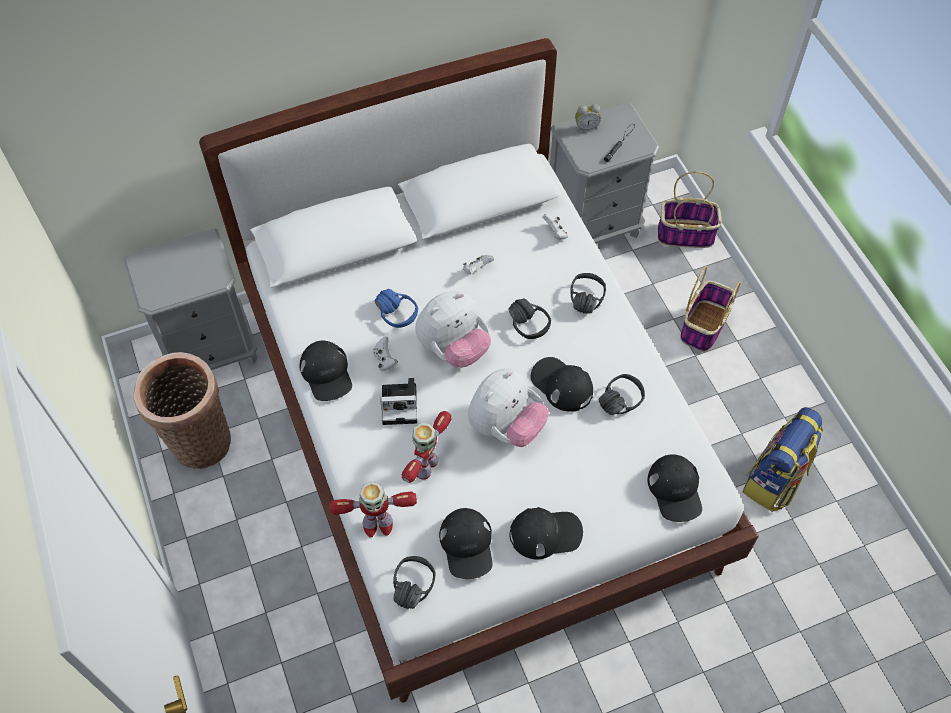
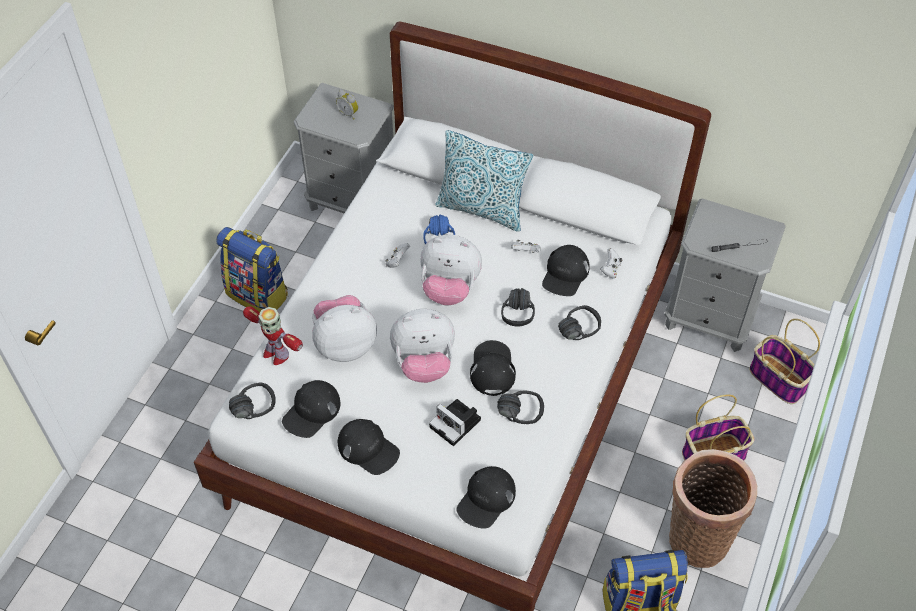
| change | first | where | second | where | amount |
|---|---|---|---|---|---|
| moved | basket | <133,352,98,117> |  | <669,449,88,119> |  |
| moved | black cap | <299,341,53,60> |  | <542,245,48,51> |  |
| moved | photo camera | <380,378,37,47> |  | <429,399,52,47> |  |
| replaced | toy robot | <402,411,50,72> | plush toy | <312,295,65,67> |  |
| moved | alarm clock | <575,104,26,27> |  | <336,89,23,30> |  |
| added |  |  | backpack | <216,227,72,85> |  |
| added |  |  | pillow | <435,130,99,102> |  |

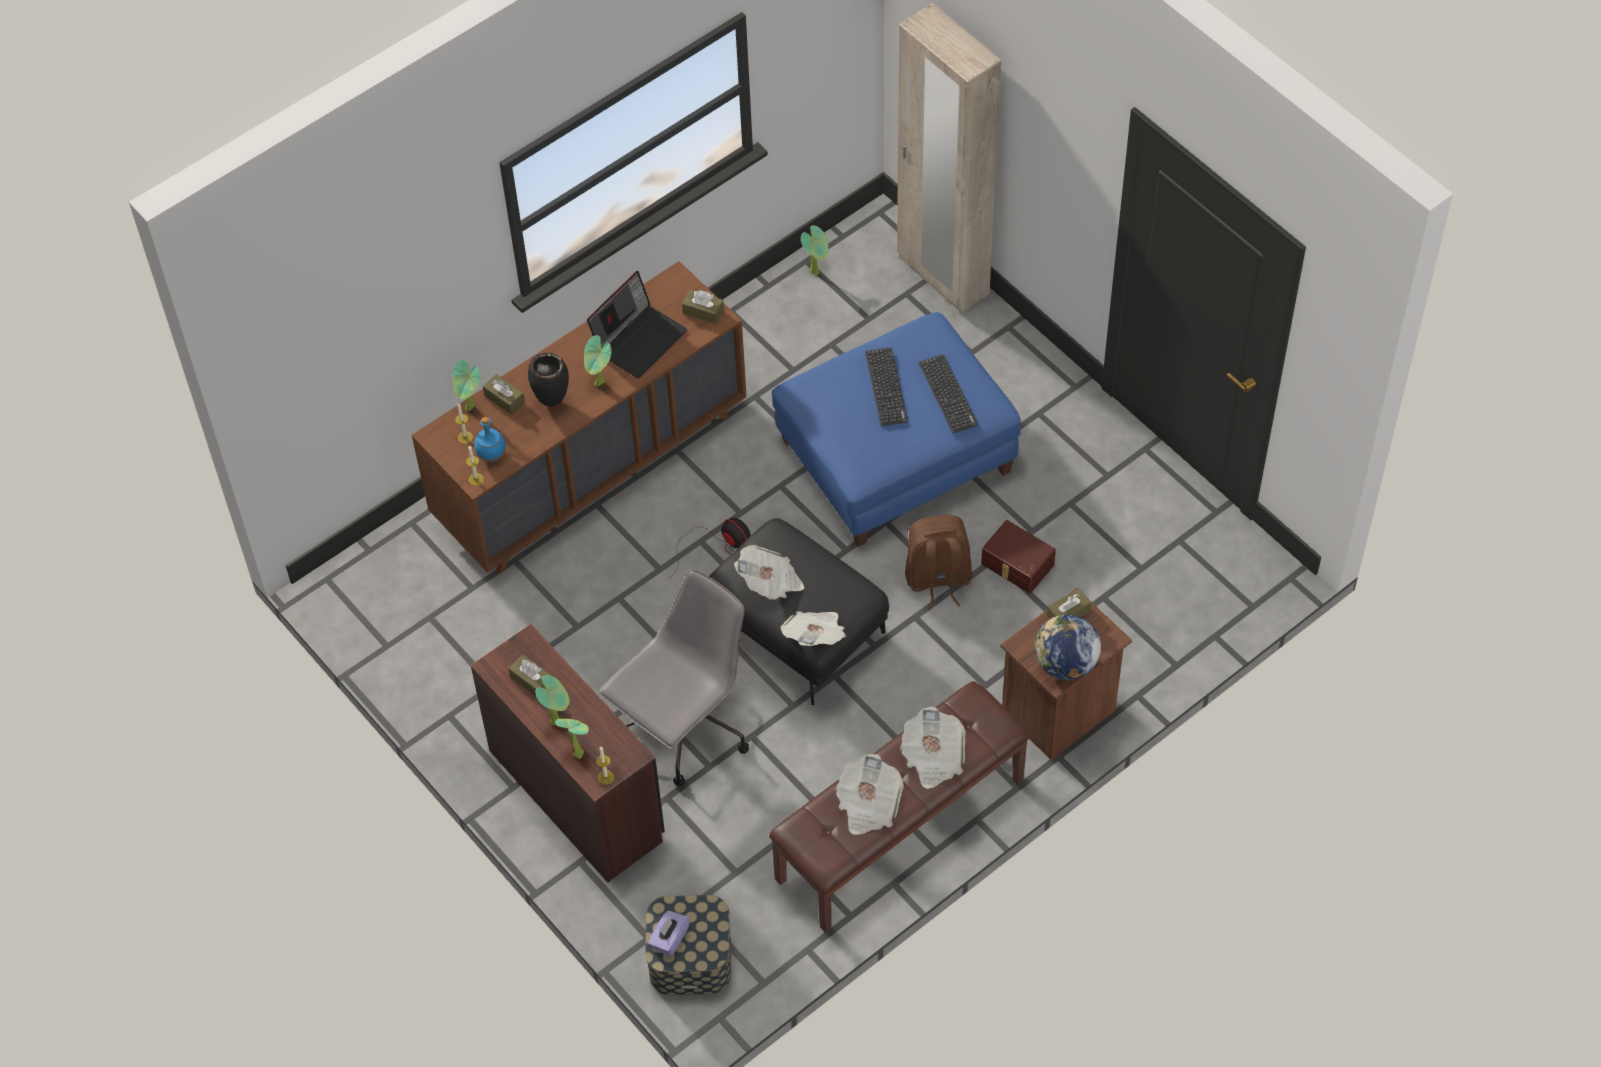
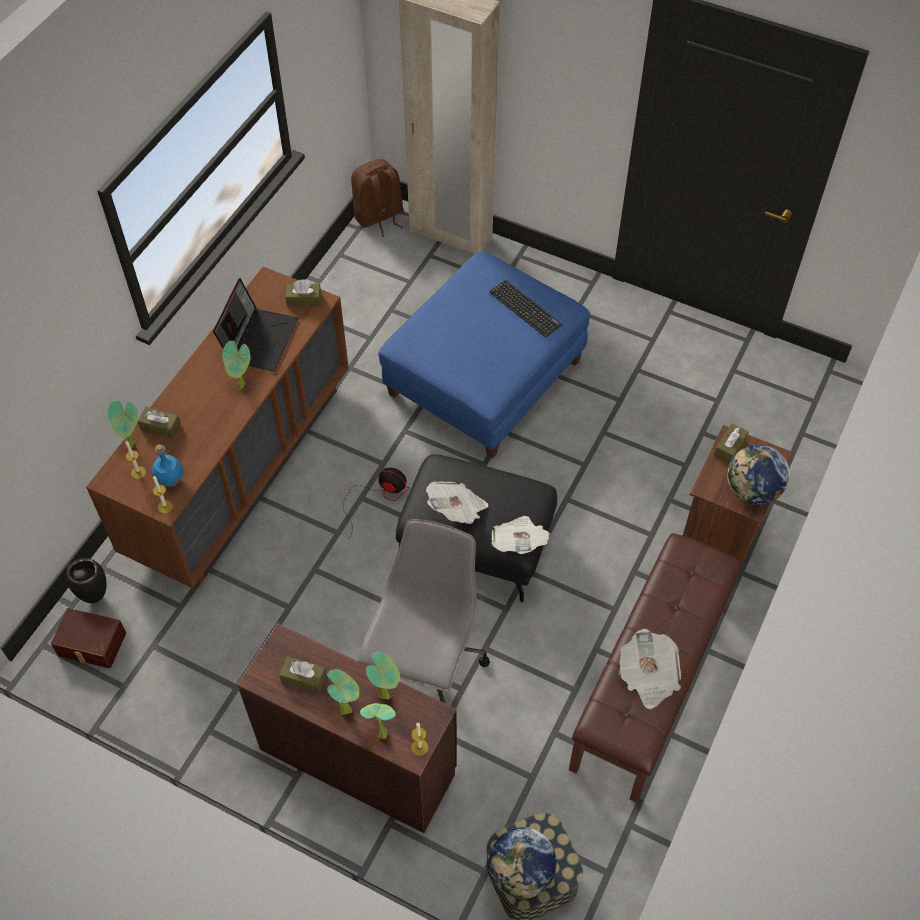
| change | first | where | second | where | amount |
|---|---|---|---|---|---|
| moved | black vase | <528,353,41,54> |  | <66,558,41,45> |  |
| replaced | purple tissue box | <648,910,42,47> | globe | <489,827,68,72> |  |
| moved | potted plant | <801,226,28,49> |  | <366,652,34,48> |  |
| removed | keyboard | <865,347,43,79> |  |  |  |
| removed | newspaper | <900,707,66,82> |  |  |  |
| moved | brown backpack | <905,515,67,95> |  | <351,159,53,78> |  |
| moved | brown storage box | <981,520,75,73> |  | <51,608,75,60> |  |

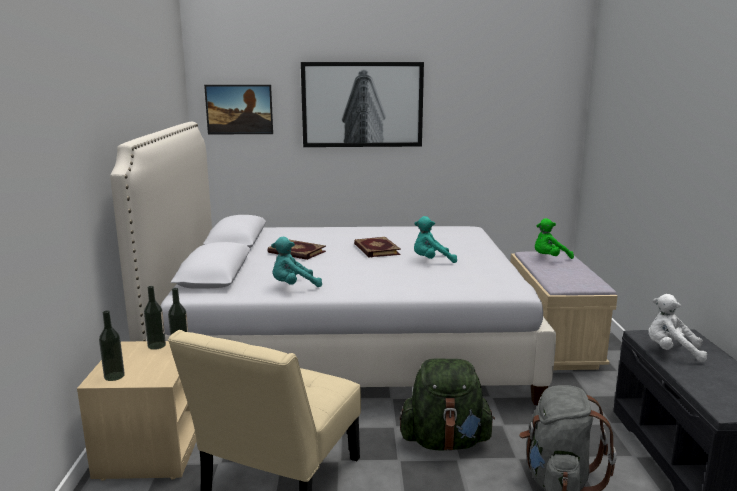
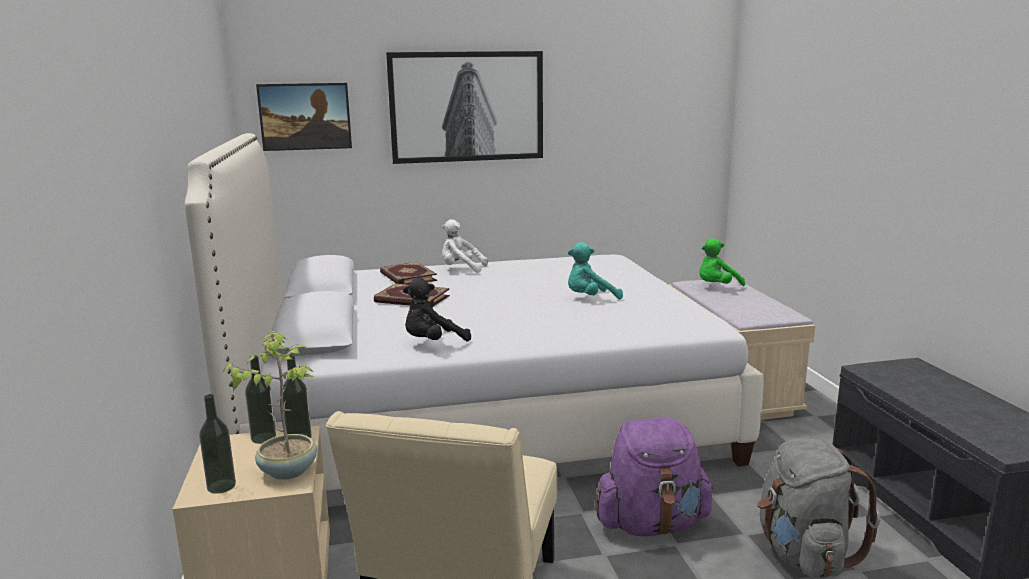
| change | first | where | second | where | amount |
|---|---|---|---|---|---|
| recoloured | turquoise plush toy | <271,237,51,50> | black plush toy | <403,278,68,63> |  |
| moved | book | <354,237,47,21> |  | <380,262,57,23> |  |
| recoloured | green backpack | <400,359,95,92> | purple backpack | <595,418,118,118> |  |
| moved | white plush toy | <649,294,58,68> |  | <442,219,46,54> |  |
| added |  |  | potted plant | <223,331,94,149> |  |

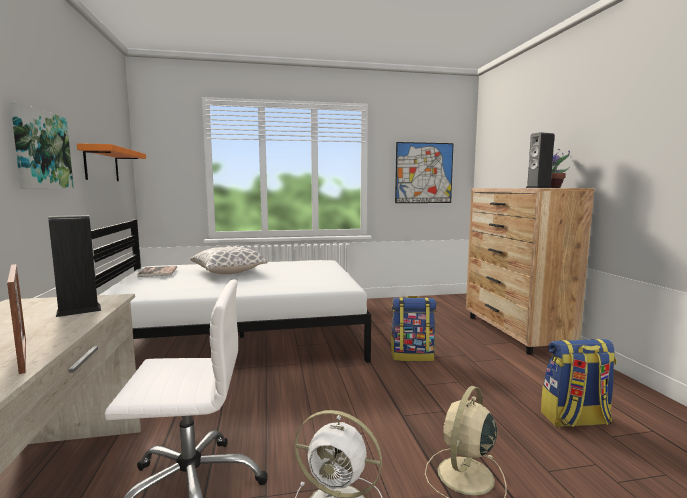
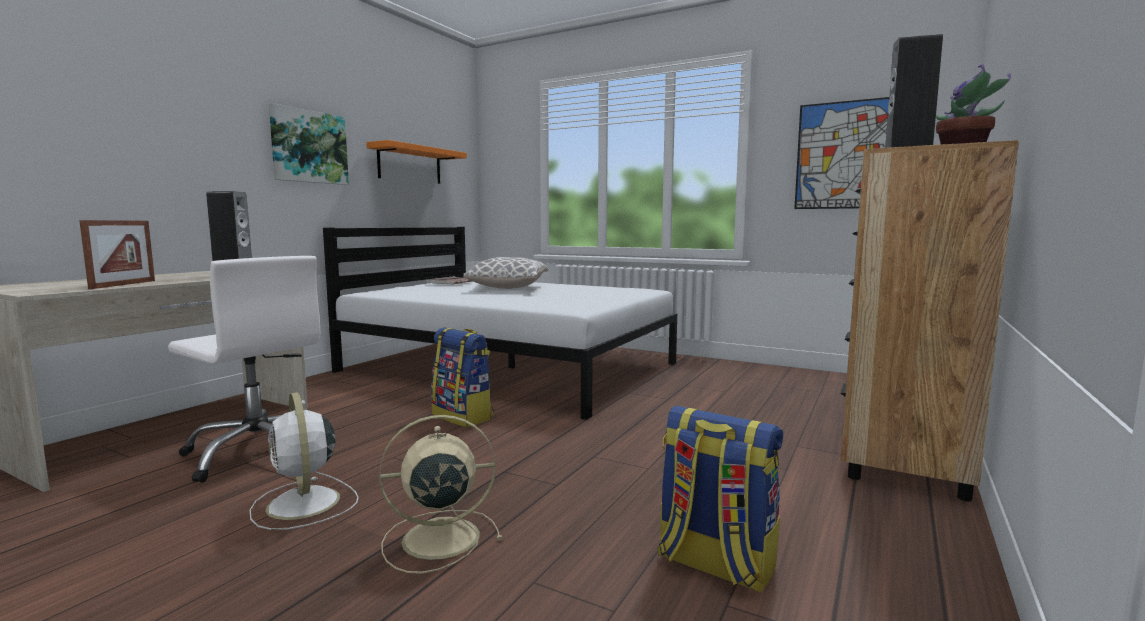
| change | first | where | second | where | amount |
|---|---|---|---|---|---|
| moved | backpack | <390,296,46,66> |  | <431,328,62,99> |  |

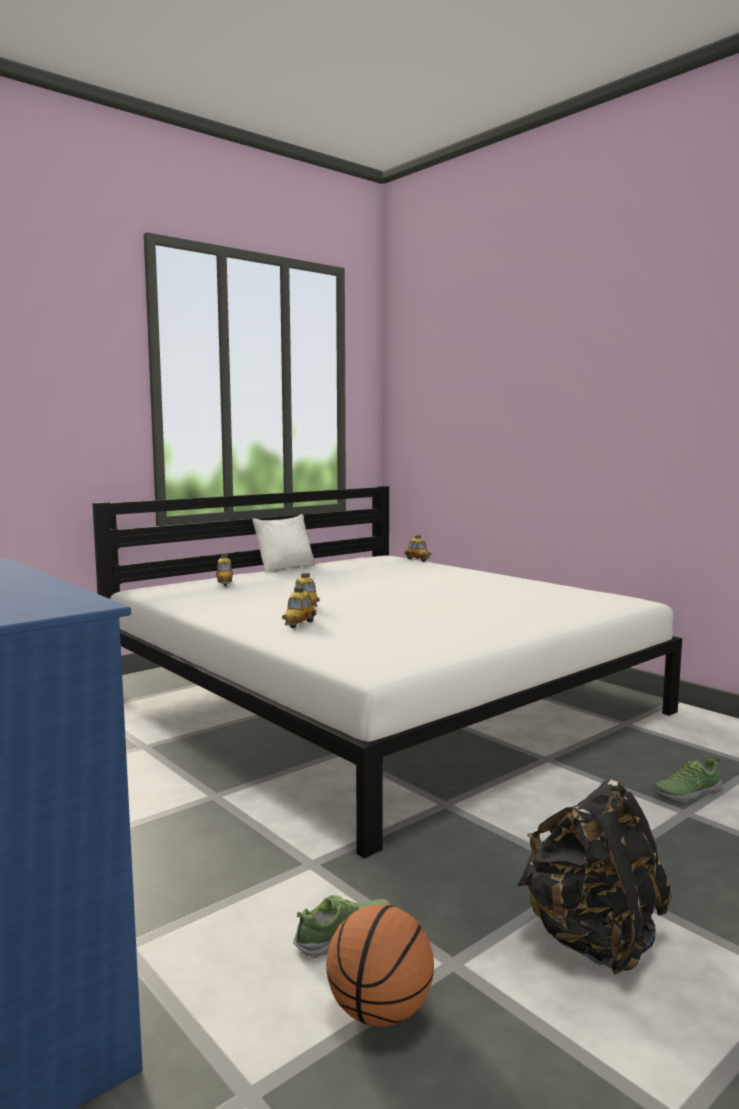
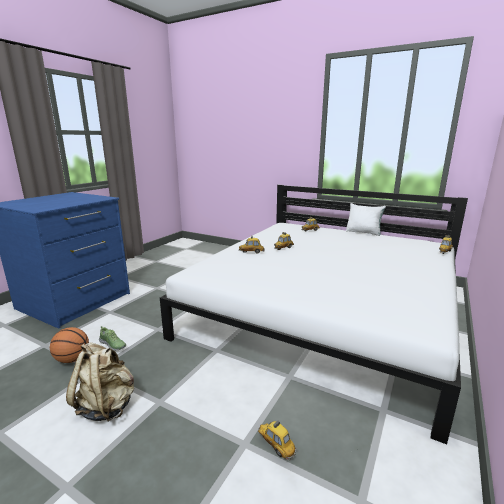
| change | first | where | second | where | amount |
|---|---|---|---|---|---|
| recoloured | black backpack | <518,779,154,196> | beige backpack | <66,342,68,80> |  |
| replaced | shoe | <654,758,69,44> | toy car | <258,420,38,41> |  |

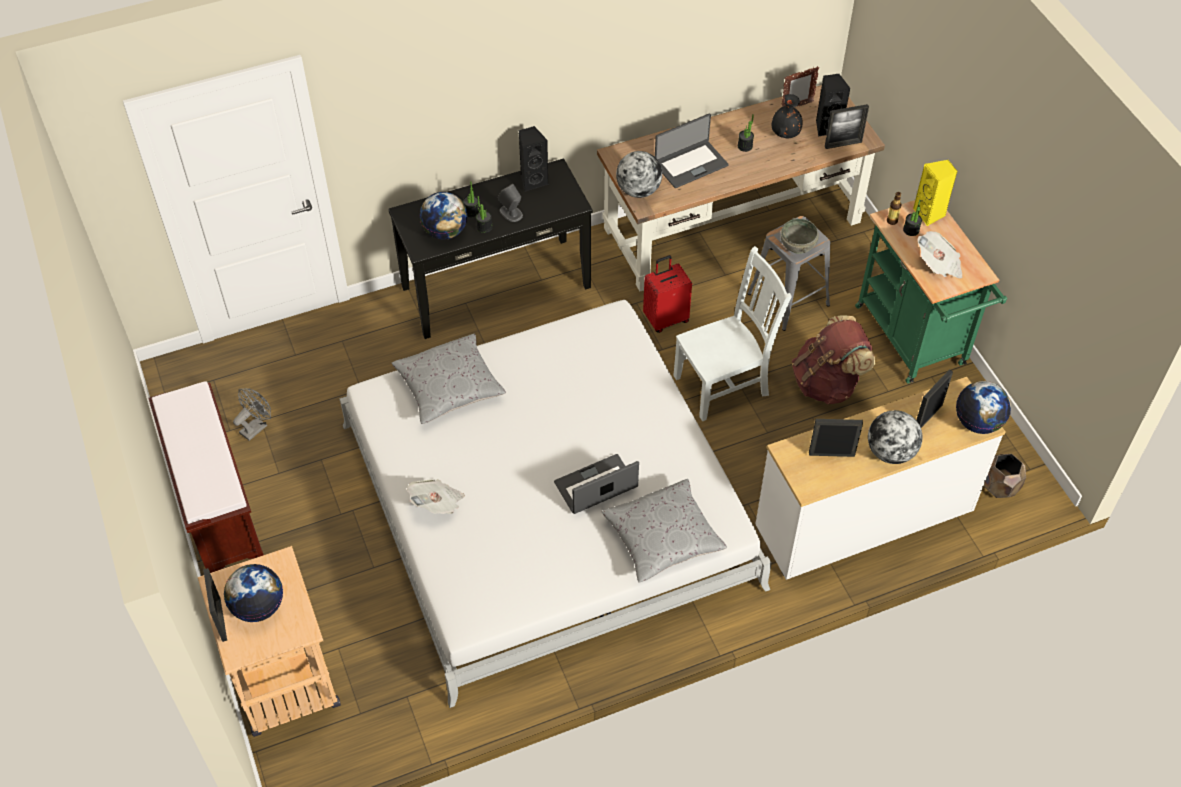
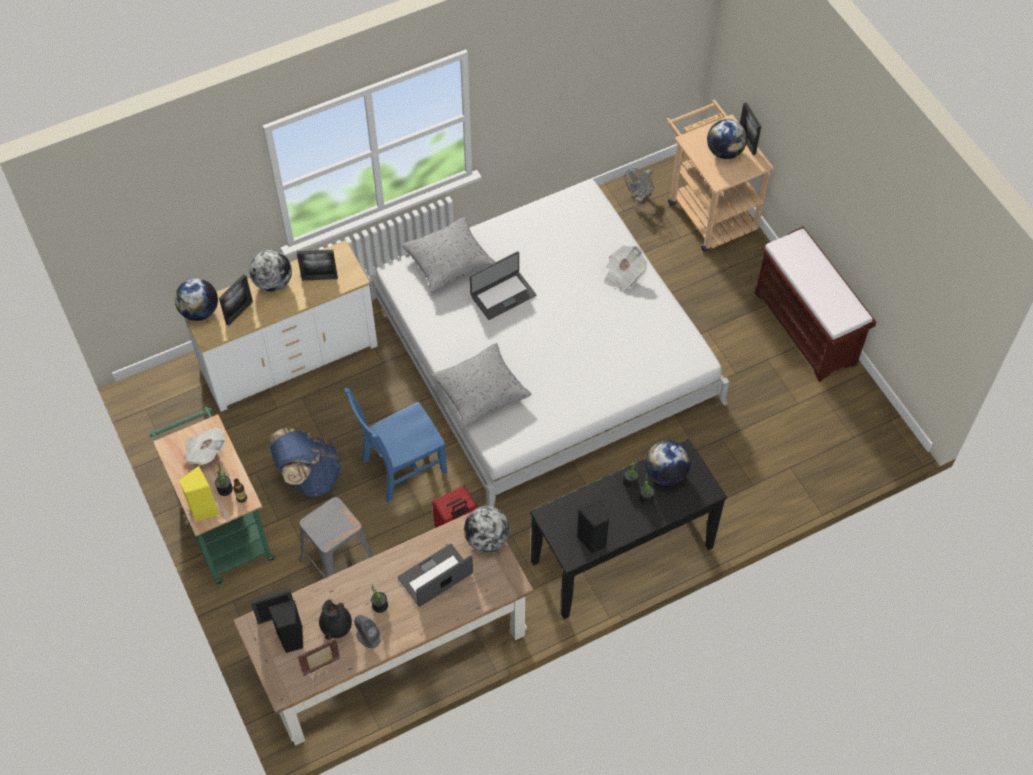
| change | first | where | second | where | amount |
|---|---|---|---|---|---|
| moved | grey fan | <233,388,38,53> |  | <624,168,30,35> |  |
| moved | grey pillow | <392,334,114,90> |  | <430,343,102,85> |  |
| moved | grey speaker | <498,184,25,38> |  | <354,615,27,34> |  |
| recoloured | white chair | <673,246,118,175> | blue chair | <344,388,103,114> |  |
| removed | grey bowl | <781,218,38,36> |  |  |  |
| recoloured | brown backpack | <792,315,83,90> | blue backpack | <269,427,72,70> |  |
| removed | brown planter | <984,454,42,44> |  |  |  |

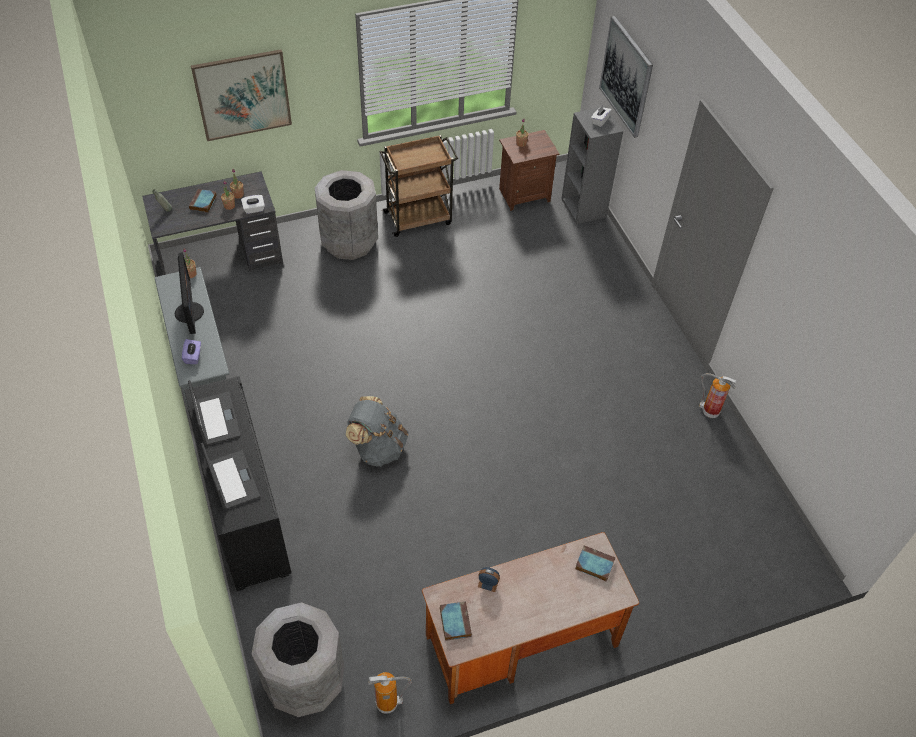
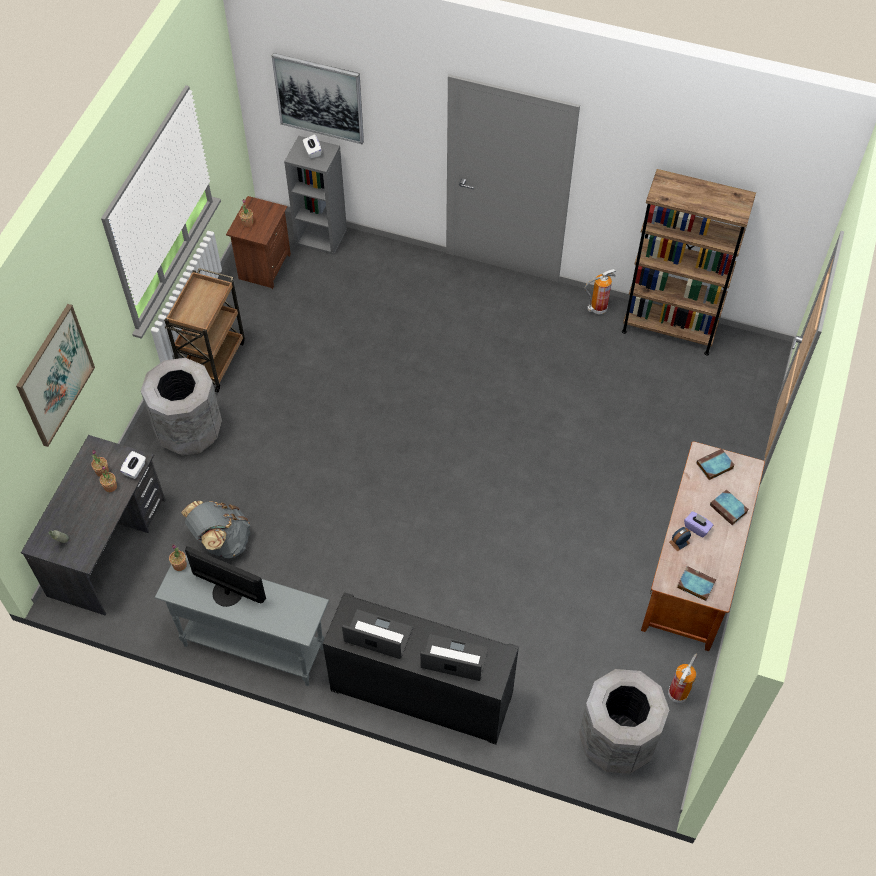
| change | first | where | second | where | amount |
|---|---|---|---|---|---|
| moved | purple tissue box | <182,339,19,25> |  | <684,511,29,27> |  |
| moved | book | <189,189,28,24> |  | <710,489,39,36> |  |
| moved | grey backpack | <346,396,62,71> |  | <181,501,69,58> |  |
| added |  |  | brown bookcase | <622,169,134,186> |  |

